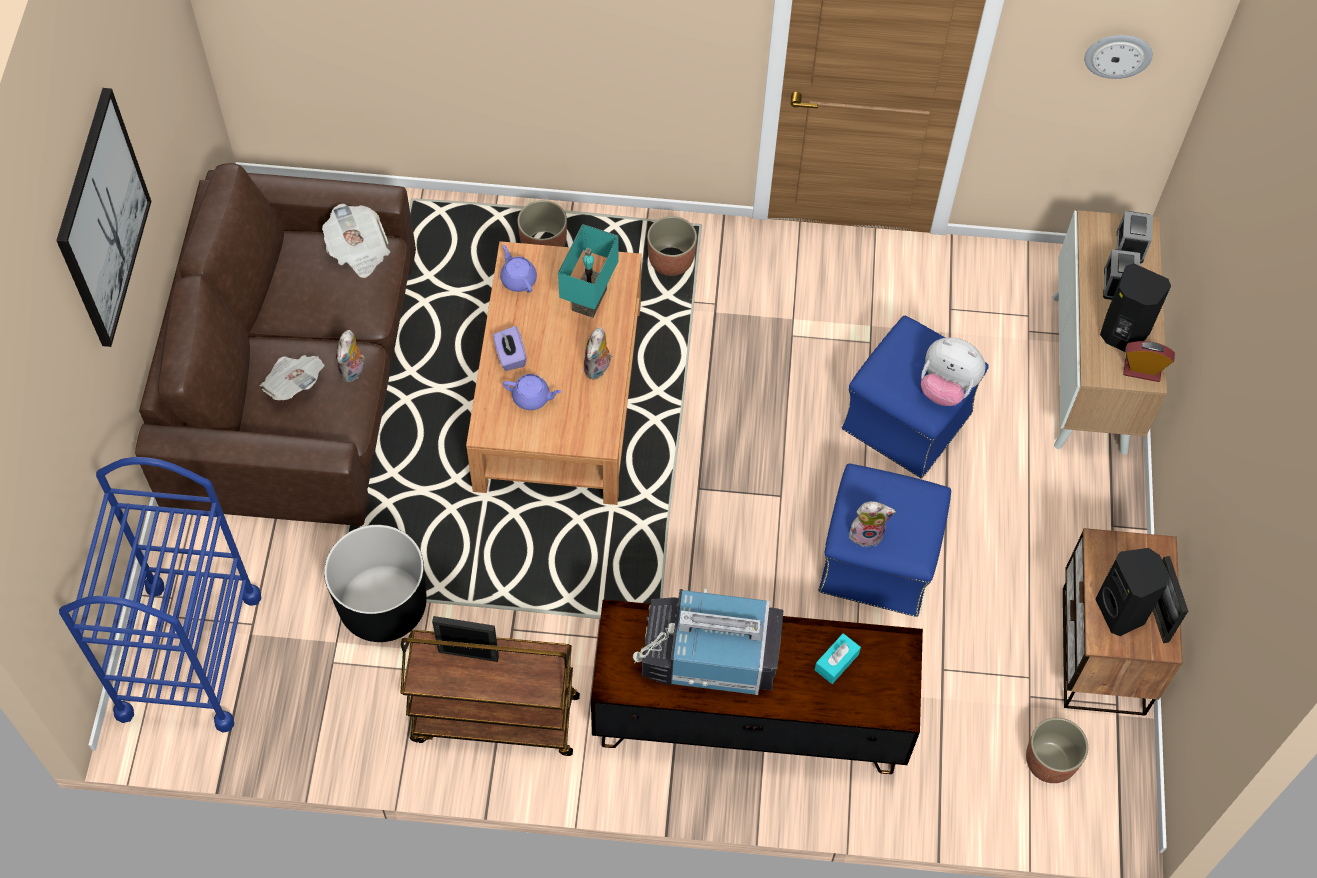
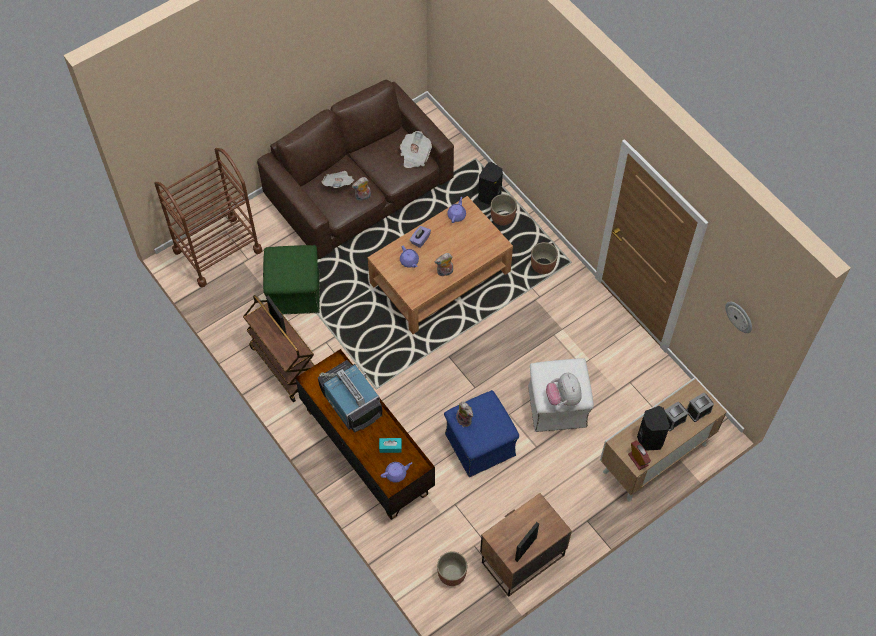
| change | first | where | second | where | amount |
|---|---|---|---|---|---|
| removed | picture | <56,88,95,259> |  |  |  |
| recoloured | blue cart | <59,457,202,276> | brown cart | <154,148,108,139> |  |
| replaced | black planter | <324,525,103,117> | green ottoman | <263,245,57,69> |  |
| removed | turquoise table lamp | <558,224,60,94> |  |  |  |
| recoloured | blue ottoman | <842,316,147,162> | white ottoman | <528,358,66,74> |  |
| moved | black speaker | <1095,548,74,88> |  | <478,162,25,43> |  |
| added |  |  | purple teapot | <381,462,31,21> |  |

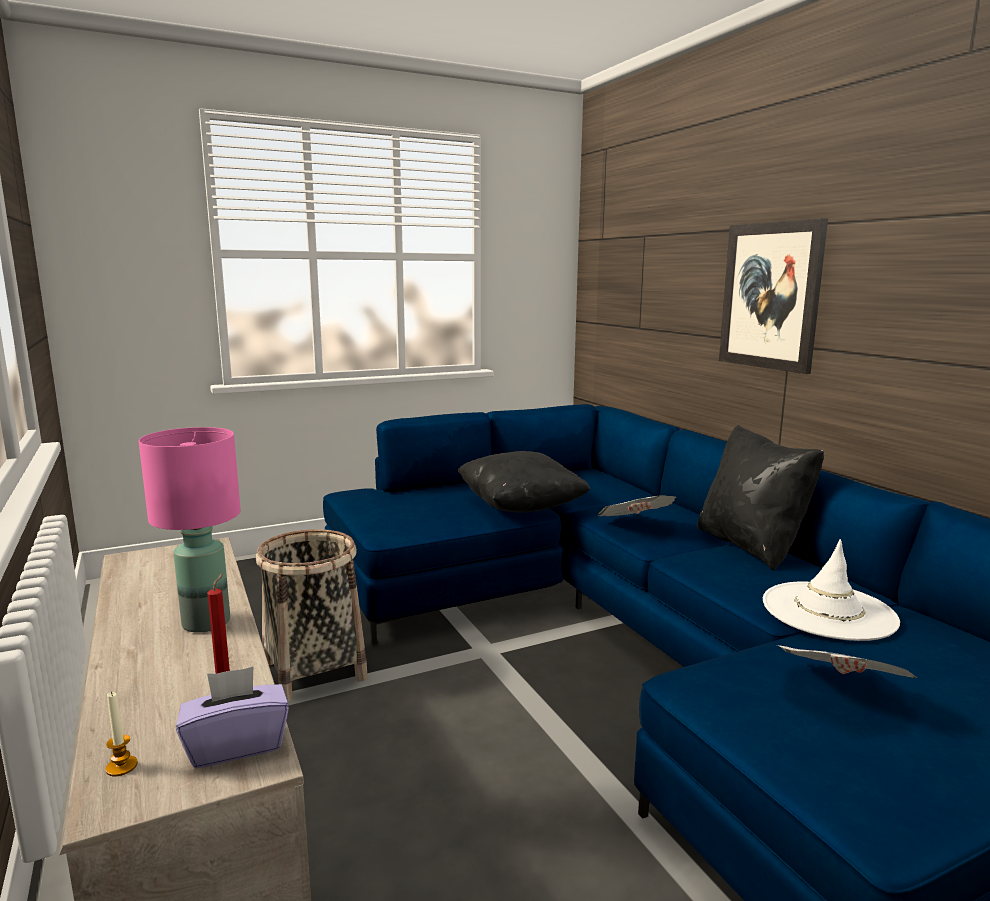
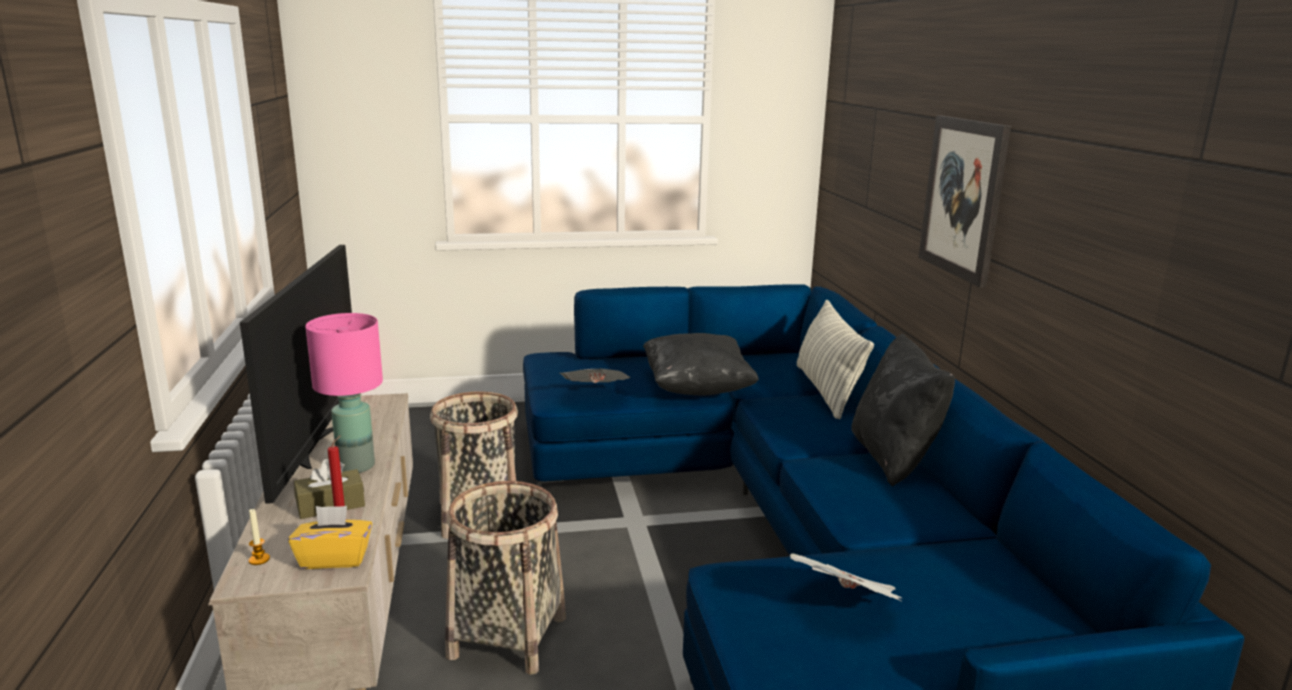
| change | first | where | second | where | amount |
|---|---|---|---|---|---|
| recoloured | purple tissue box | <176,666,113,102> | yellow tissue box | <288,506,84,63> |  |
| moved | newspaper | <598,495,78,21> |  | <560,369,71,14> |  |
| removed | white hat | <763,539,137,102> |  |  |  |
| added |  |  | television | <240,245,112,258> |  |
| added |  |  | brown tissue box | <294,459,71,60> |  |
| added |  |  | basket | <445,481,121,194> |  |
| added |  |  | pillow | <797,300,77,119> |  |

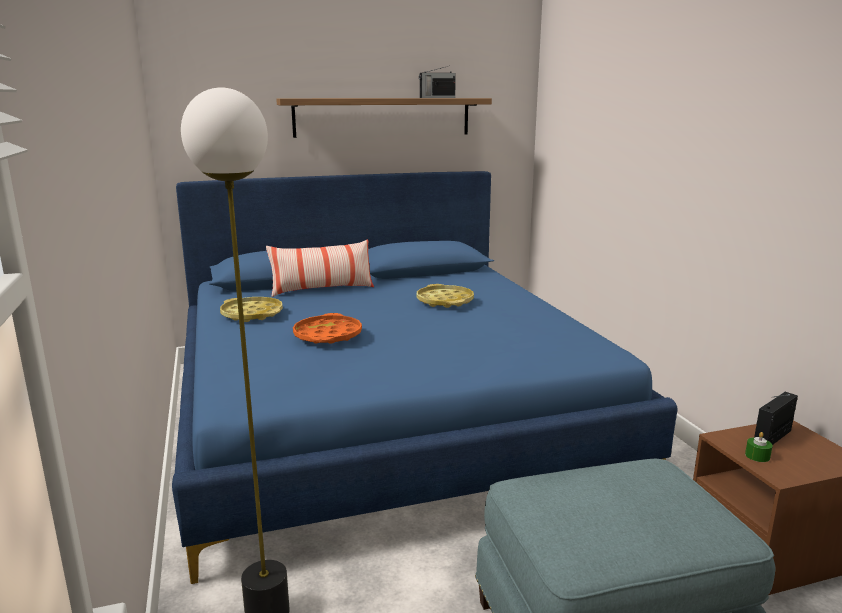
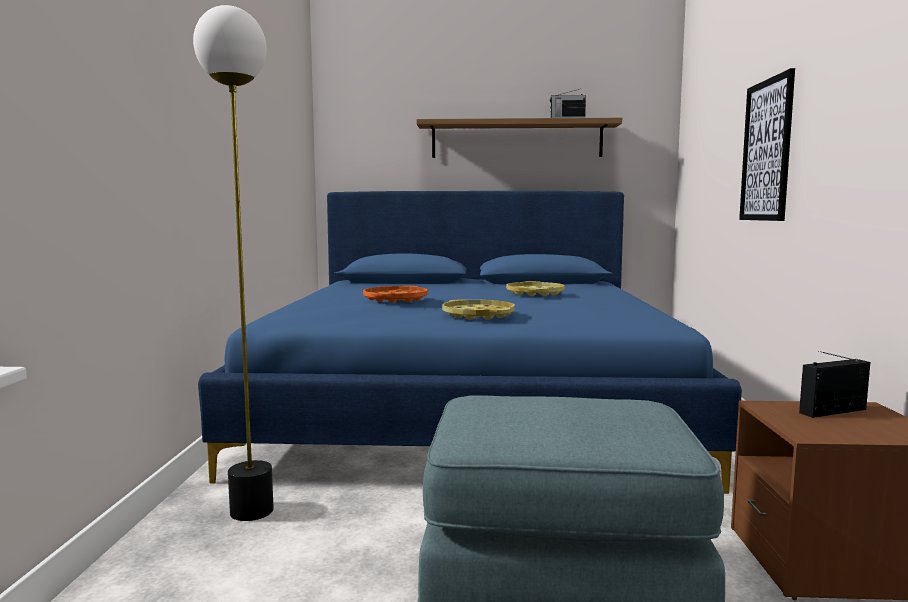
| change | first | where | second | where | amount |
|---|---|---|---|---|---|
| moved | yellow tray | <220,297,63,25> |  | <442,299,73,21> |  |
| removed | pillow | <266,240,108,57> |  |  |  |
| removed | green candle | <745,432,28,30> |  |  |  |
| added |  |  | picture | <739,68,56,153> |  |

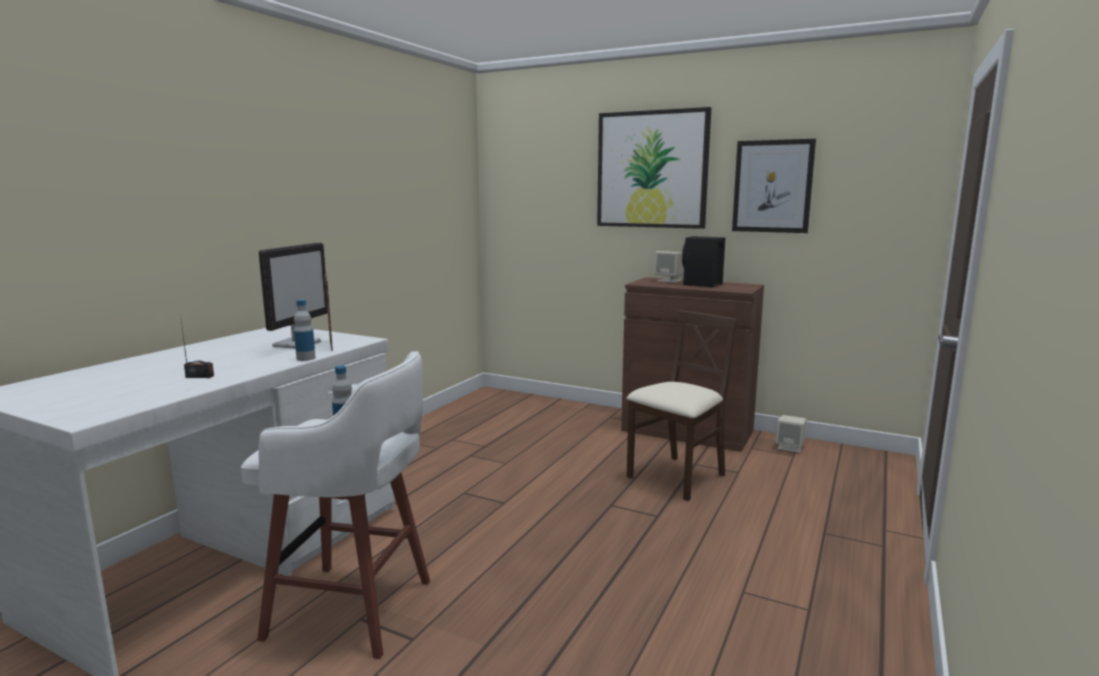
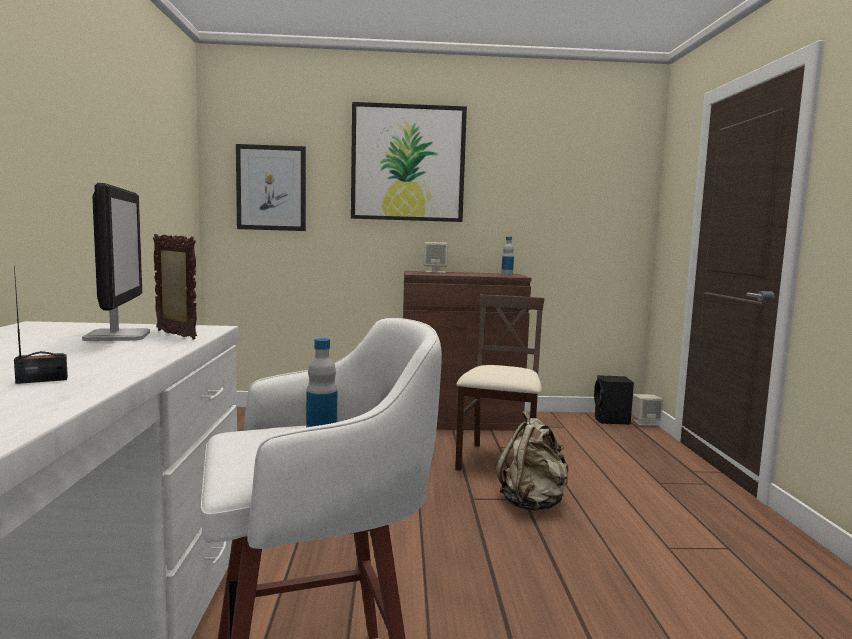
| change | first | where | second | where | amount |
|---|---|---|---|---|---|
| moved | bottle | <294,299,22,62> |  | <501,237,13,39> |  |
| moved | black speaker | <682,236,43,52> |  | <594,375,40,50> |  |
| moved | picture | <732,139,84,94> |  | <236,144,70,87> |  |
| moved | beige speaker | <776,415,30,38> |  | <632,394,31,32> |  |
| added |  |  | beige backpack | <496,411,73,100> |  |

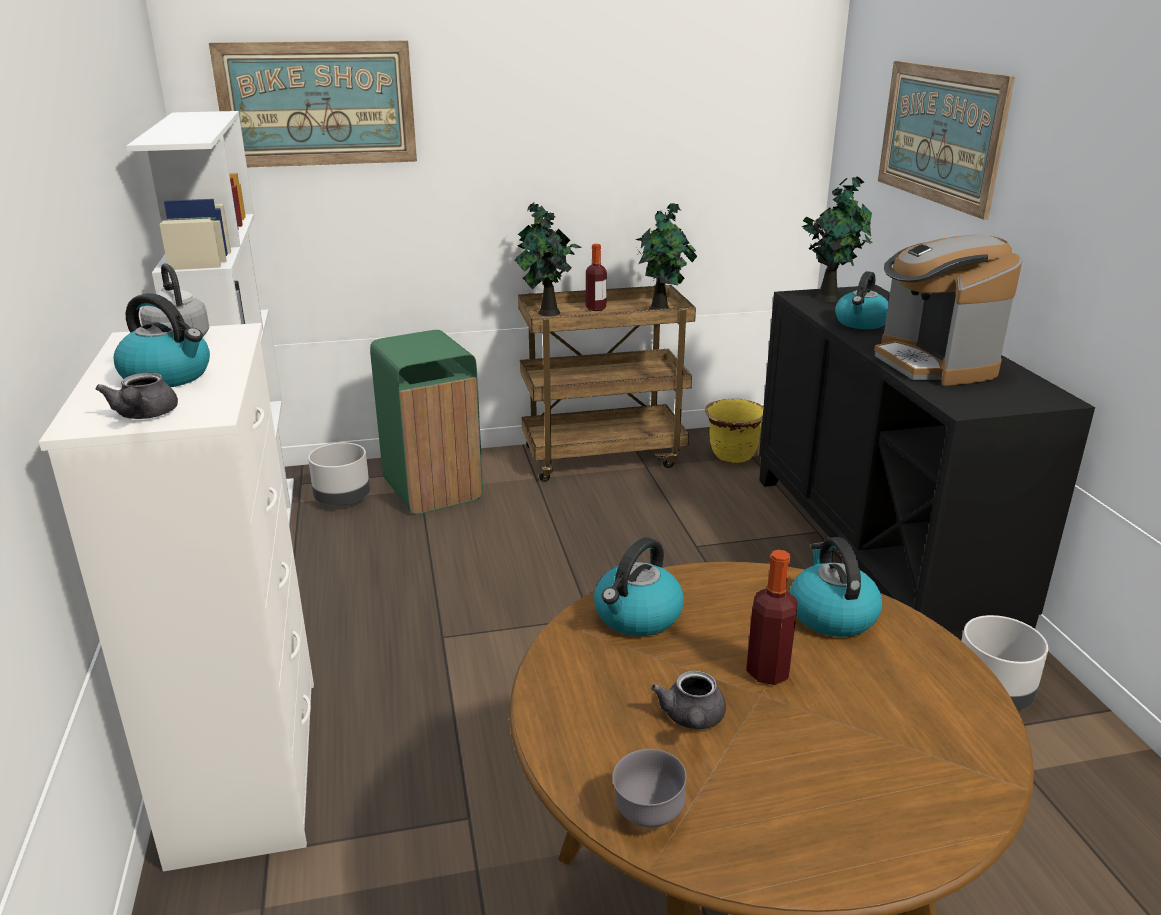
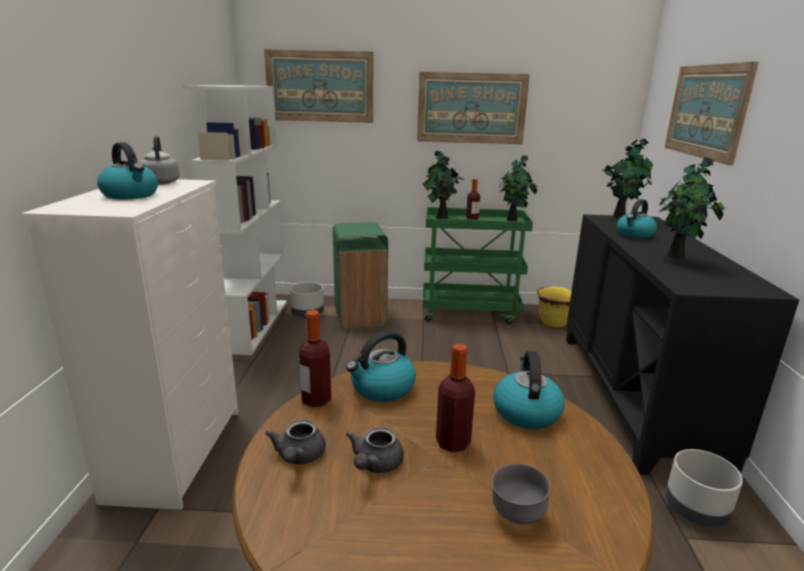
| change | first | where | second | where | amount |
|---|---|---|---|---|---|
| moved | grey teapot | <95,373,83,46> |  | <265,420,61,44> |  |
| recoloured | brown cart | <518,285,178,197> | green cart | <423,207,110,118> |  |
| moved | grey bowl | <612,749,75,78> |  | <492,463,59,61> |  |
| replaced | coffee machine | <874,235,149,151> | potted plant | <659,157,66,107> |  |
| added |  |  | bottle | <299,310,32,97> |  |
| added |  |  | picture | <417,72,113,72> |  |

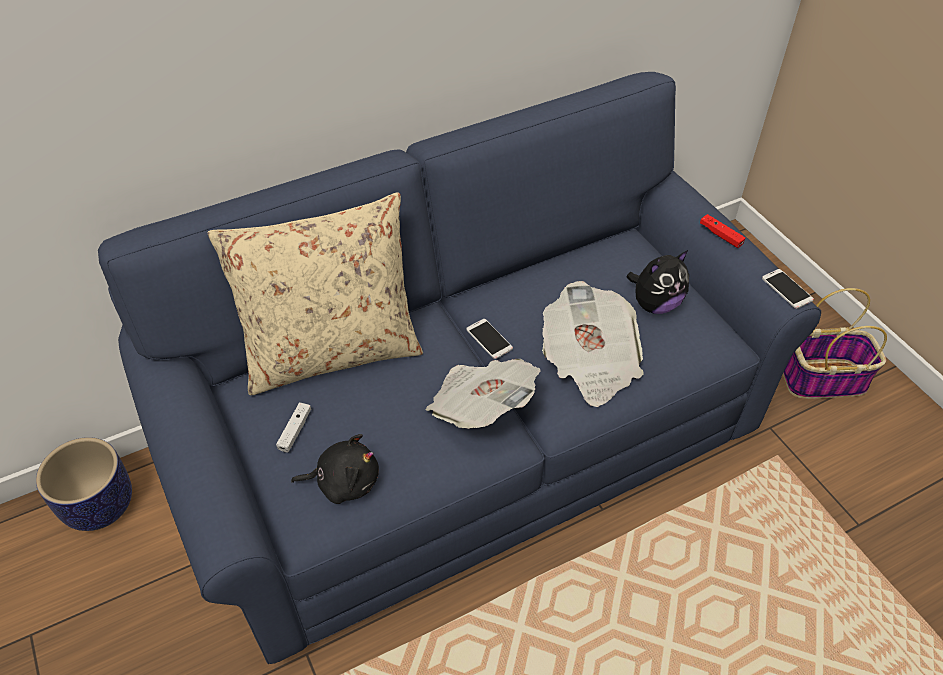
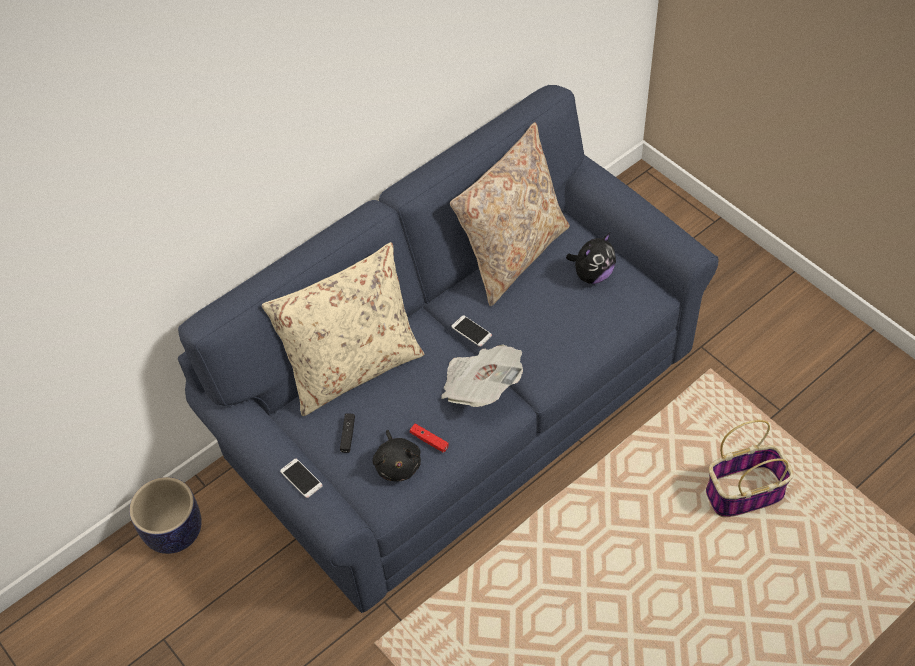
| change | first | where | second | where | amount |
|---|---|---|---|---|---|
| recoloured | white game controller | <276,402,35,50> | black game controller | <340,413,15,40> |  |
| turned | black plush toy | <291,434,88,70> |  | <372,430,49,51> | 90 degrees clockwise |
| removed | newspaper | <542,281,102,126> |  |  |  |
| moved | red game controller | <700,214,46,34> |  | <410,424,39,29> |  |
| moved | phone | <762,269,52,40> |  | <280,459,43,39> |  |
| moved | basket | <783,288,104,111> |  | <706,420,88,97> |  |
| added |  |  | beige pillow | <450,122,120,184> |  |

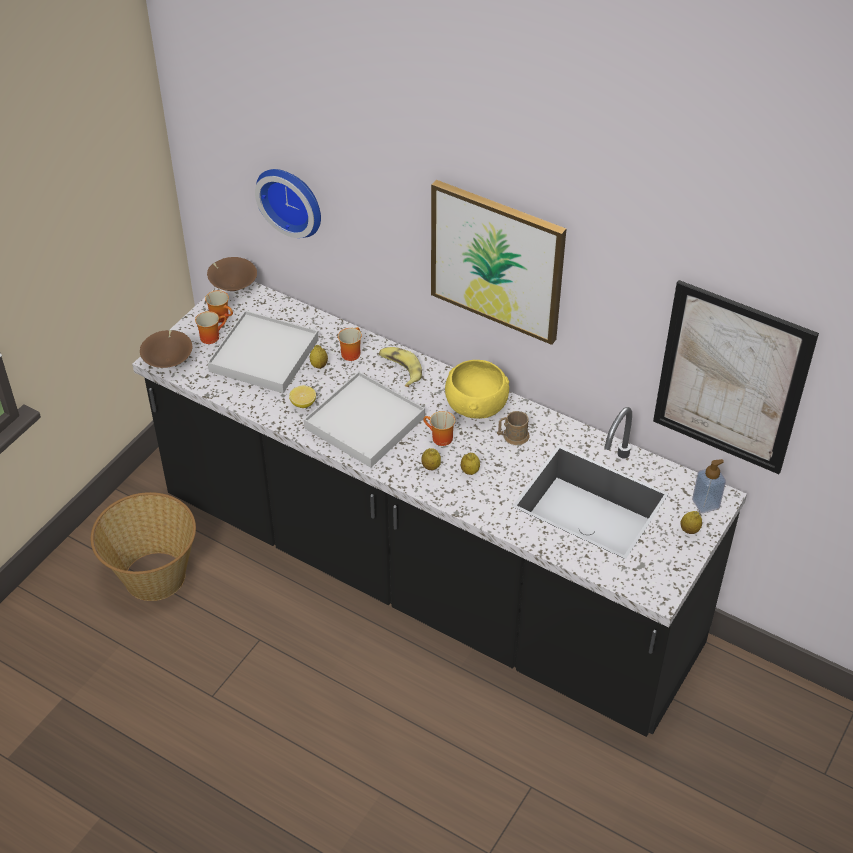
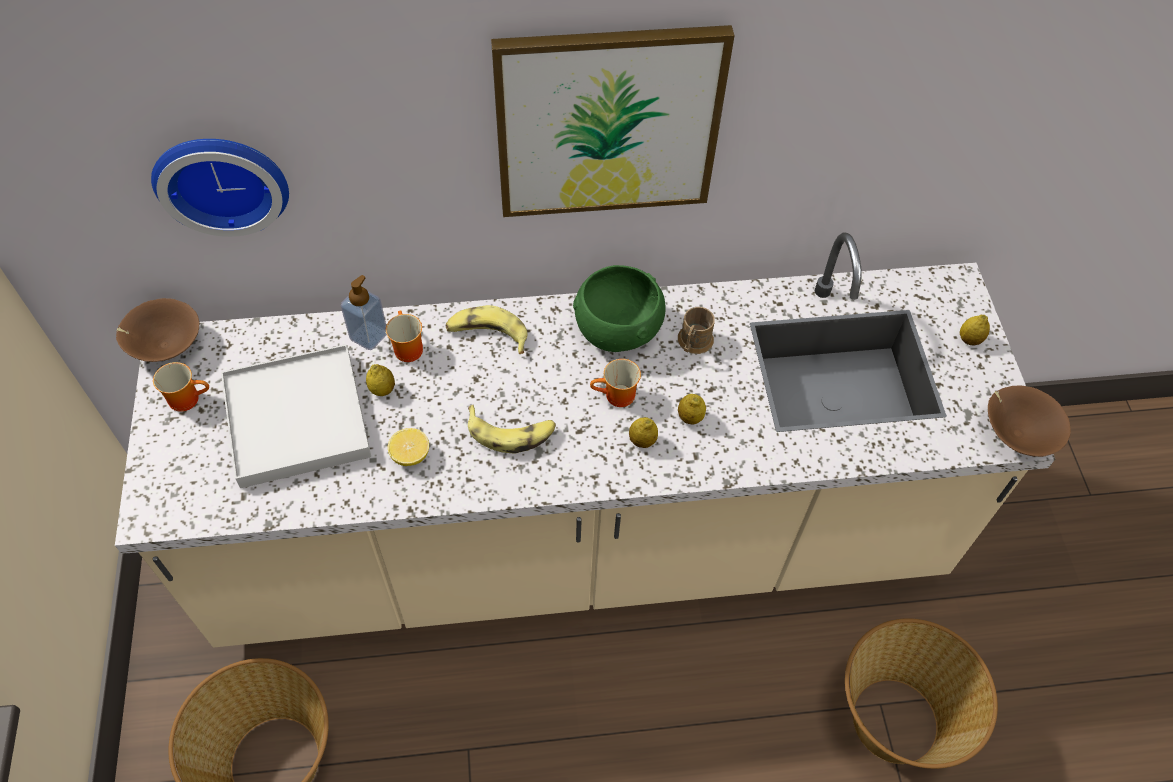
| change | first | where | second | where | amount |
|---|---|---|---|---|---|
| recoloured | black counter | <132,282,615,455> | beige counter | <115,232,940,415> |  |
| moved | brown bowl | <140,330,52,38> |  | <988,385,83,72> |  |
| removed | mug | <195,311,32,33> |  |  |  |
| replaced | white tray | <304,372,121,96> | banana | <468,405,88,48> |  |
| recoloured | yellow bowl | <445,360,64,59> | green bowl | <573,265,93,87> |  |
| removed | picture | <653,280,166,194> |  |  |  |
| moved | soap dispenser | <692,459,34,54> |  | <341,275,46,75> |  |
| added |  |  | basket | <845,618,153,151> |  |

